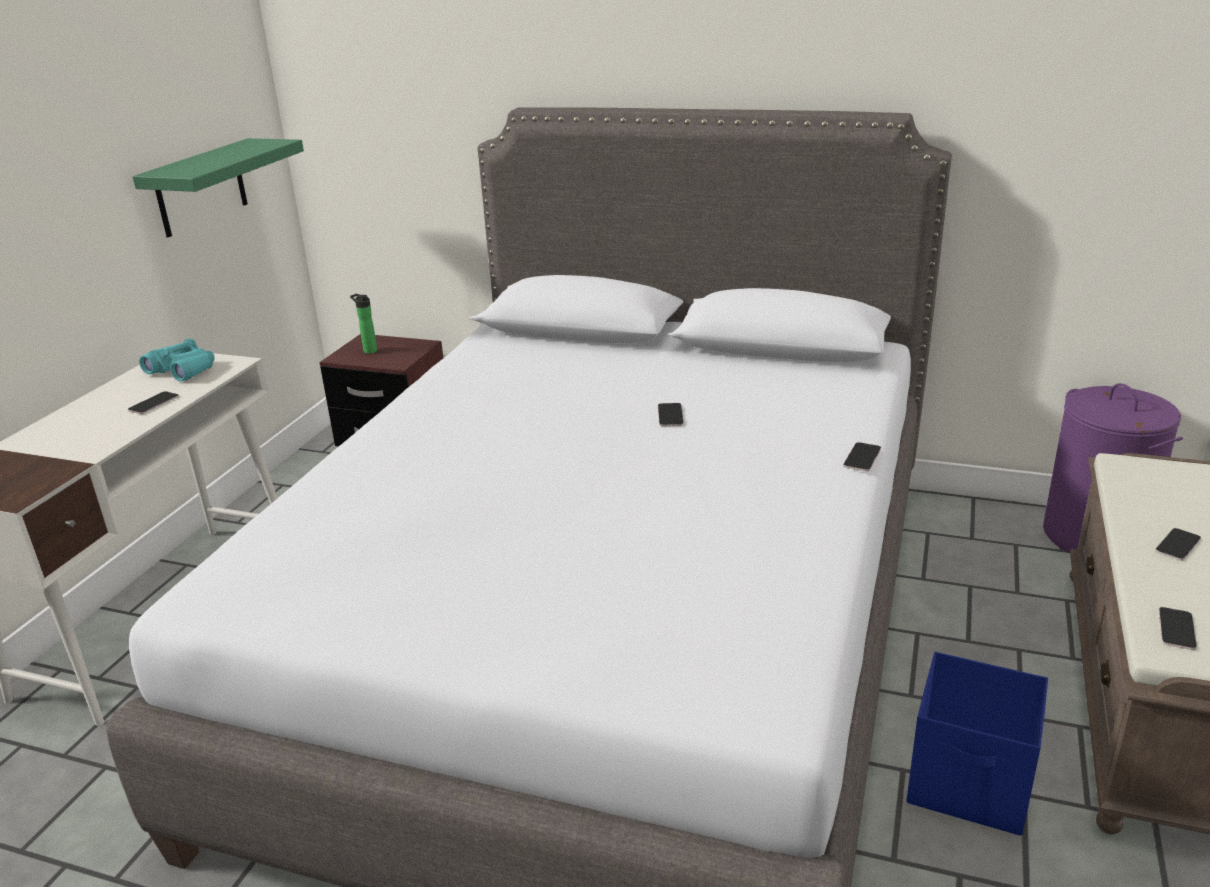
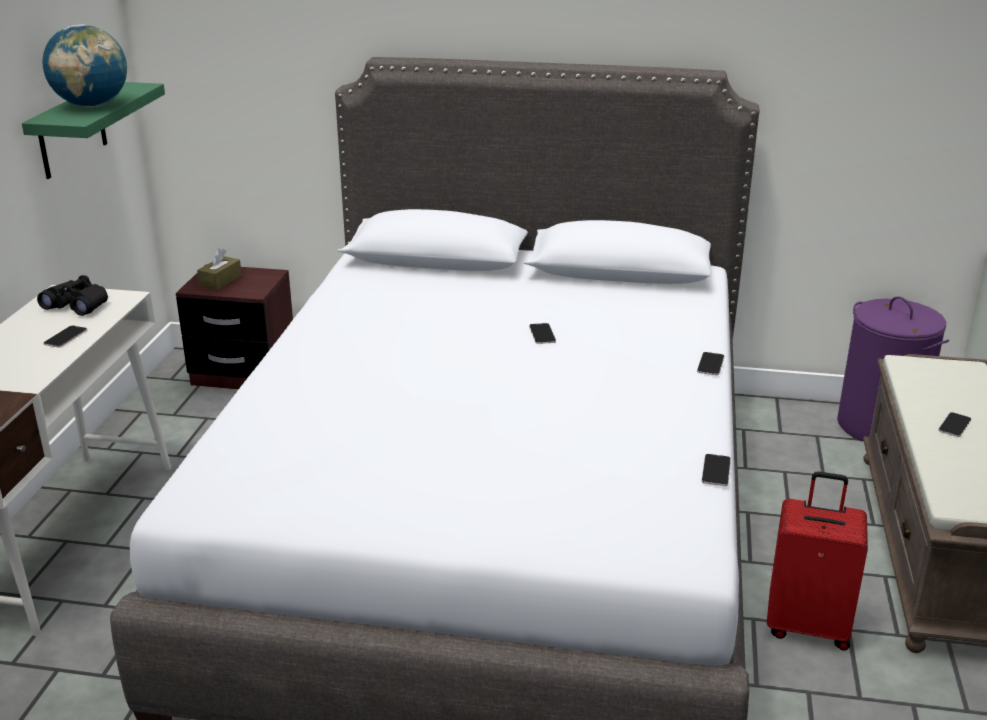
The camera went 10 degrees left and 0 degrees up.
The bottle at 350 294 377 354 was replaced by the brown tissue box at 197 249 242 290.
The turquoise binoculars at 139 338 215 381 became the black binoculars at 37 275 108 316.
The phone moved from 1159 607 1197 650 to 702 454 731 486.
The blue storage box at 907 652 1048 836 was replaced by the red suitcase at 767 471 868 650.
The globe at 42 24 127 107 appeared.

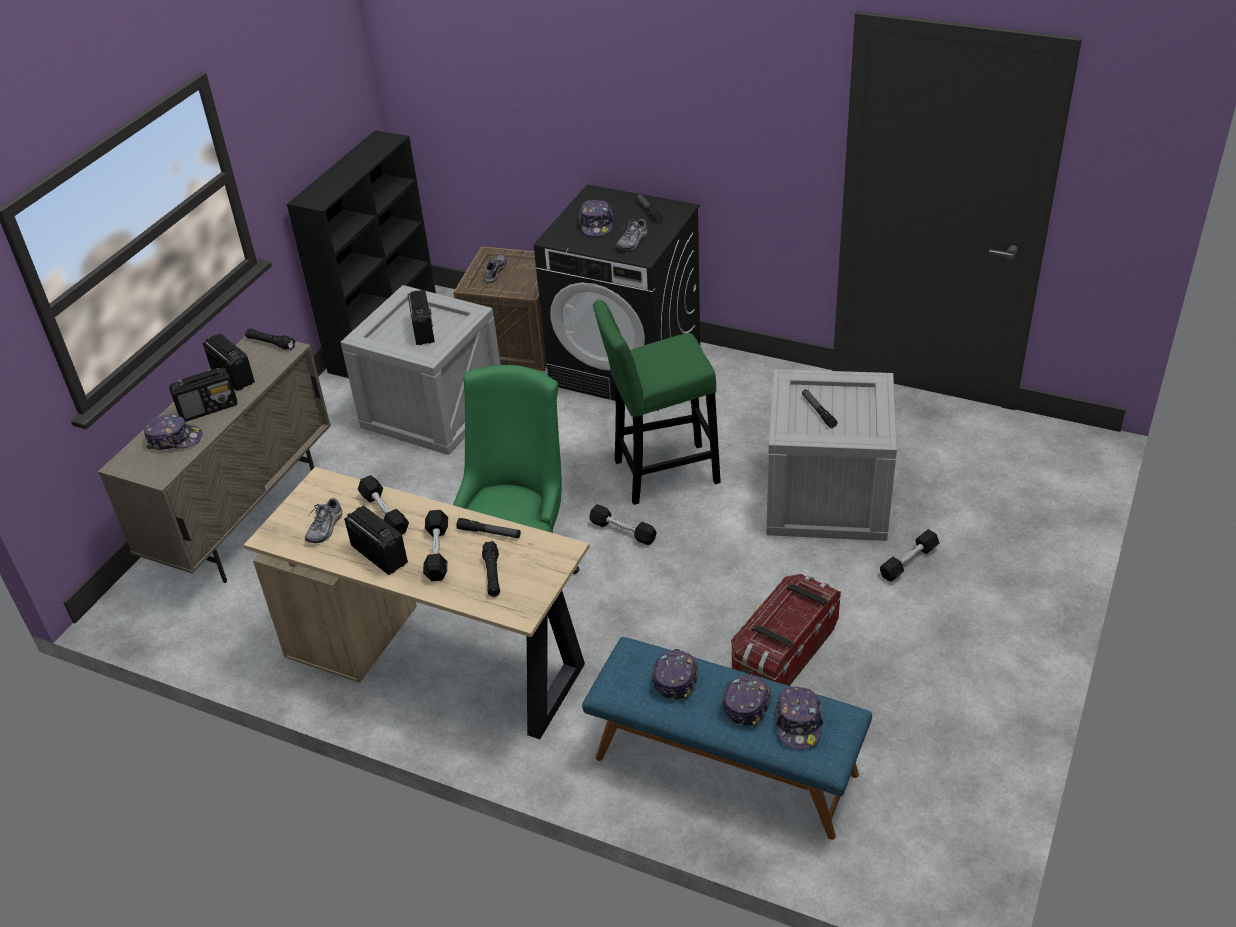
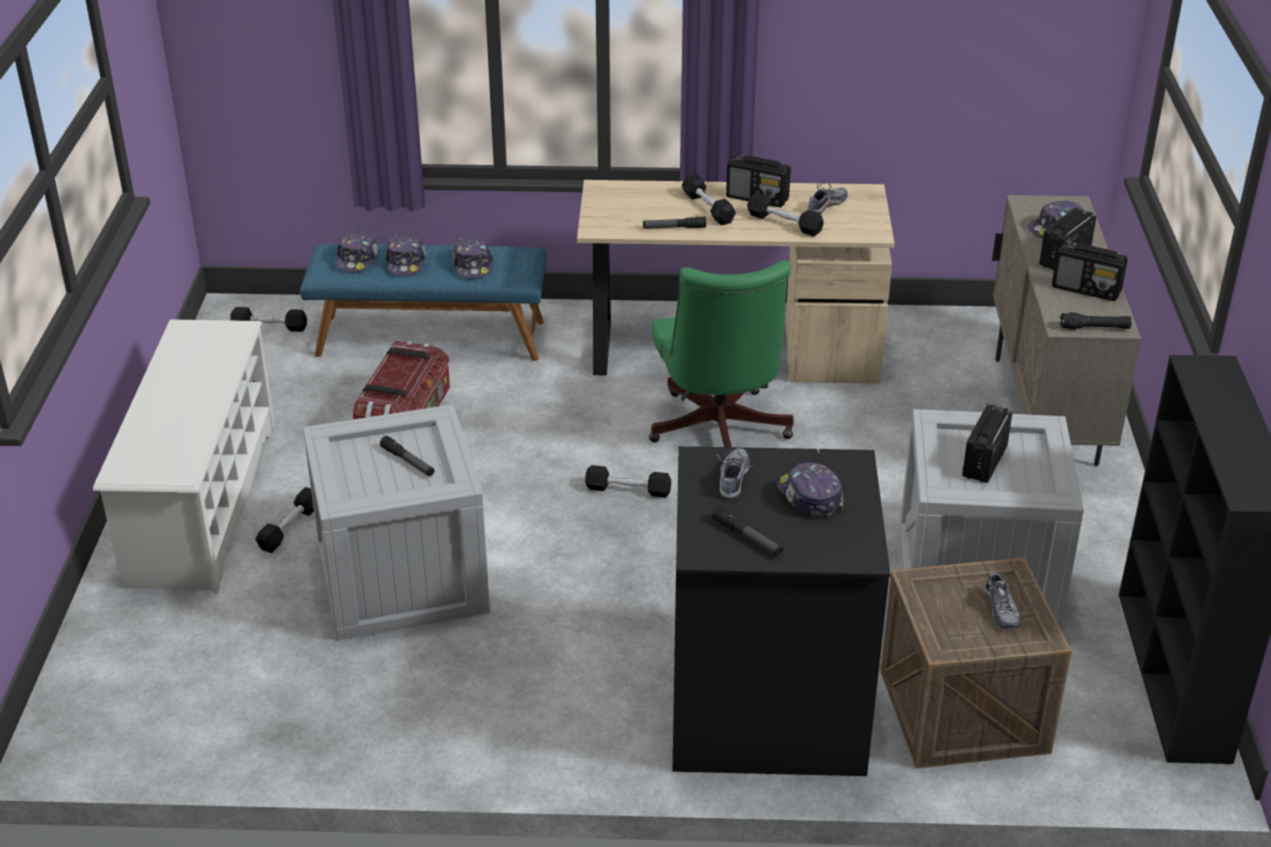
The camera went 155 degrees right and 5 degrees down.
The radio at 407 290 435 345 turned 60 degrees clockwise.
The green stool at 593 300 721 505 disappeared.
The shoe at 305 496 343 543 turned 45 degrees clockwise.
The black flashlight at 482 541 500 597 disappeared.
The cap at 775 687 824 750 turned 150 degrees counterclockwise.
The black dumbbell at 231 307 307 332 appeared.
The white shoe rack at 93 319 275 594 appeared.

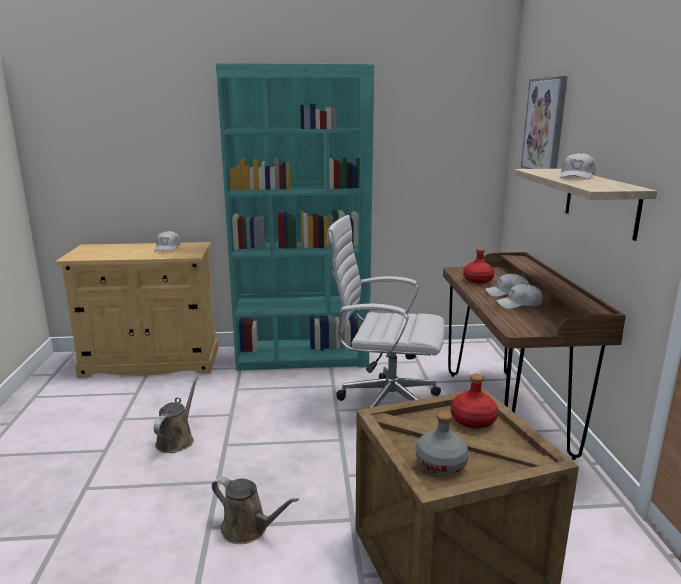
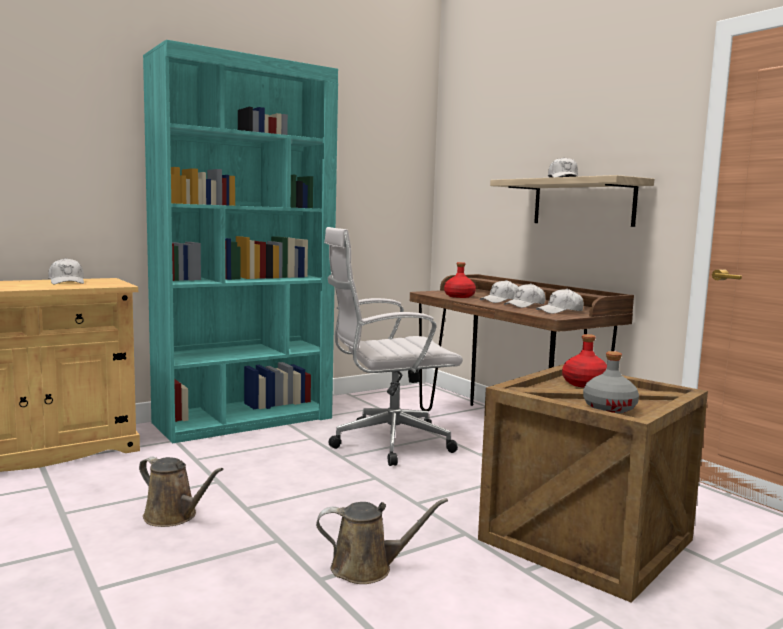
The camera went 30 degrees left and 10 degrees down.
The picture at 521 76 568 169 disappeared.
The brown watering can at 154 377 199 453 turned 135 degrees clockwise.
The white cap at 536 288 584 314 appeared.

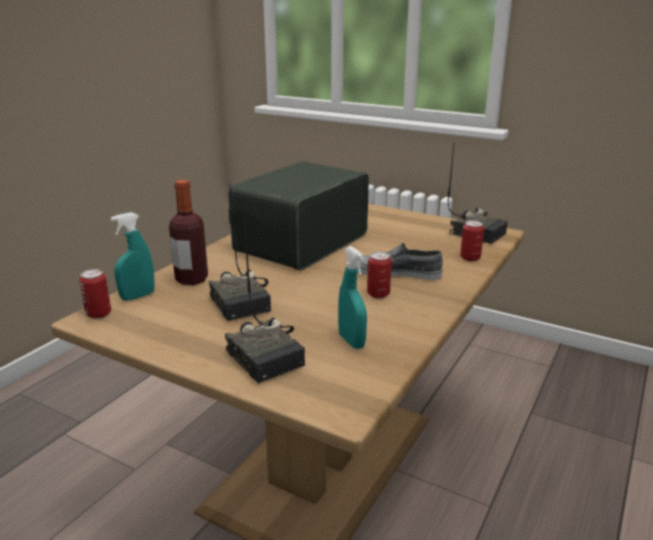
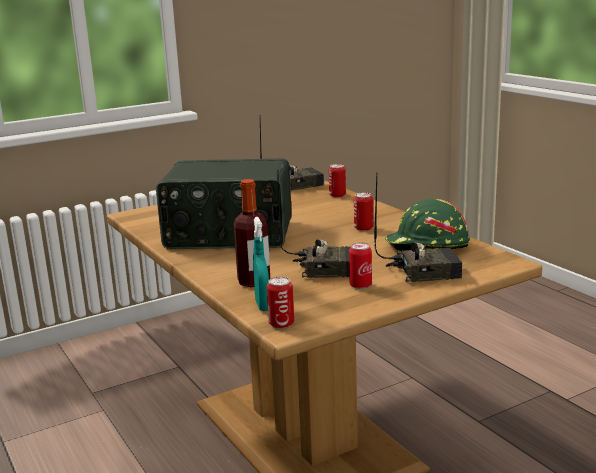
The camera went 60 degrees left and 5 degrees down.
The radio at 228 161 369 271 turned 60 degrees counterclockwise.
The grey shoe at 356 243 443 280 disappeared.
The turquoise spray bottle at 338 246 367 349 was replaced by the green hard hat at 385 199 470 252.
The can at 349 243 372 289 appeared.

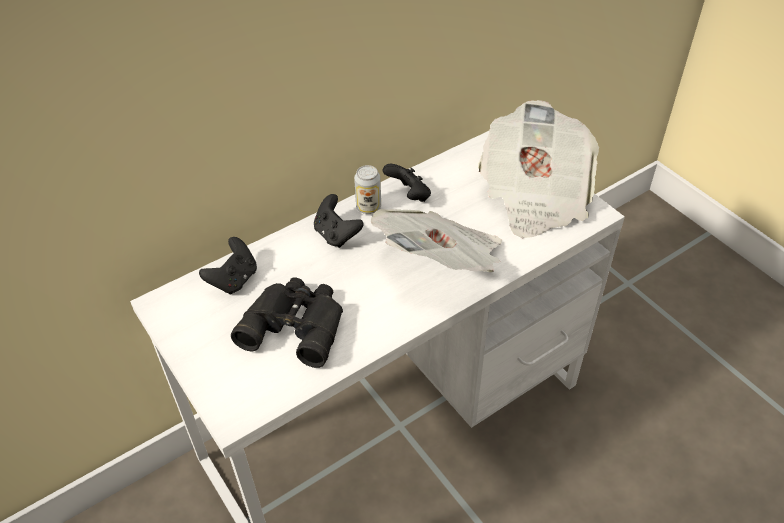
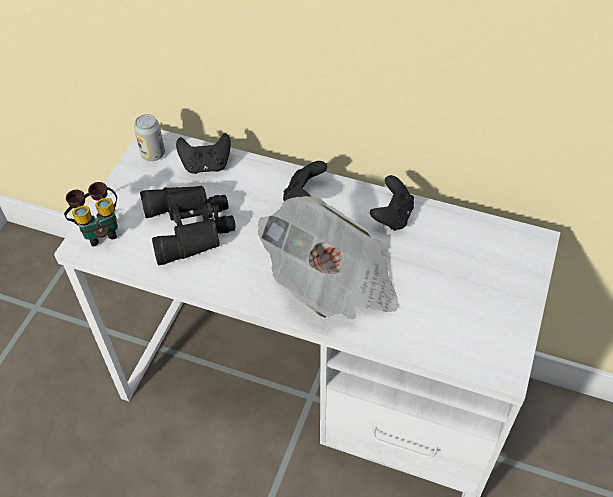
The camera went 55 degrees right and 5 degrees up.
The newspaper at 478 100 599 238 disappeared.
The can moved from 354 165 381 214 to 134 114 165 161.
The binoculars at 64 182 118 247 appeared.

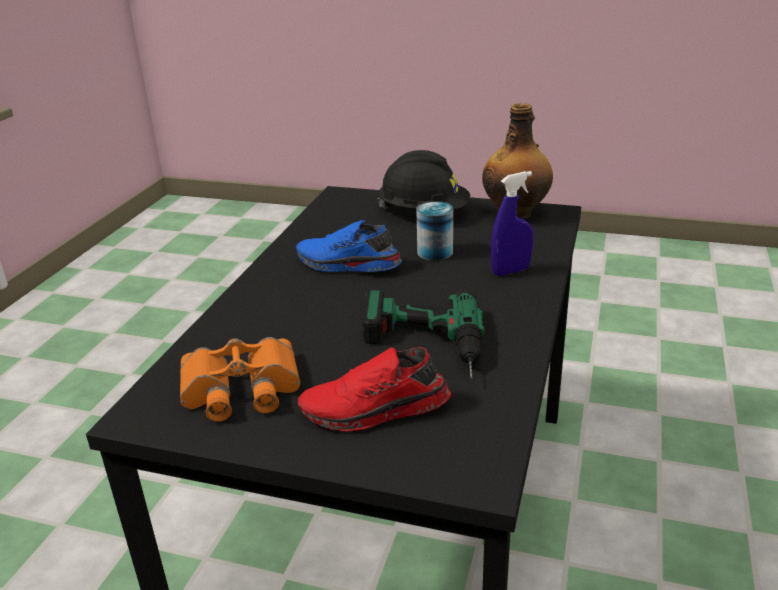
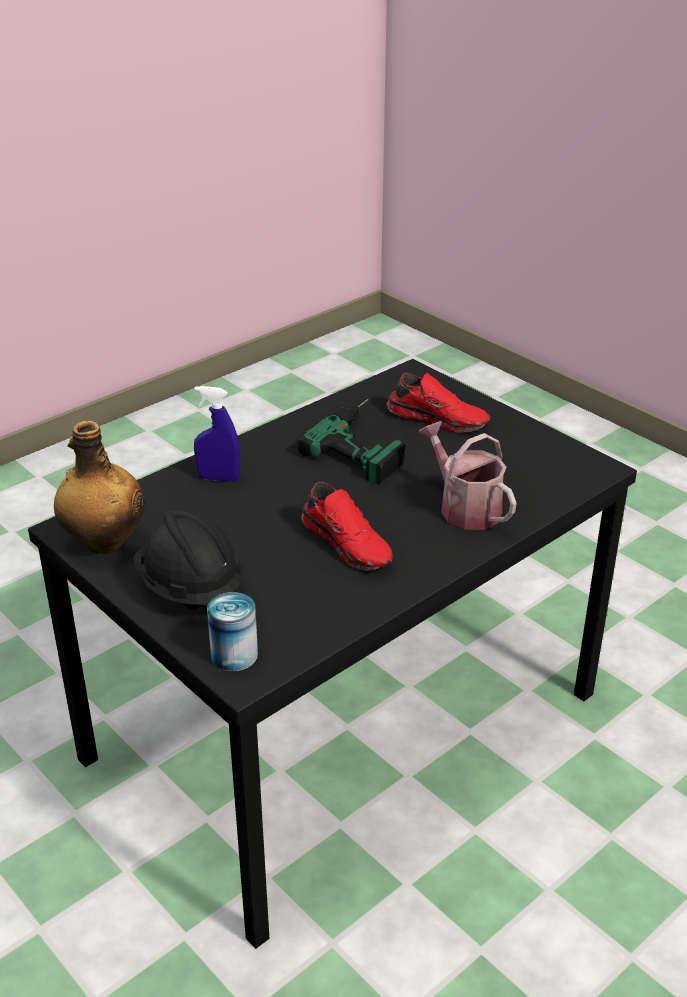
The camera went 150 degrees left and 5 degrees up.
The can moved from 416 201 453 261 to 207 592 258 672.
The blue shoe at 296 220 402 272 became the red shoe at 302 482 393 570.
The orange binoculars at 180 337 300 422 disappeared.
The watering can at 418 421 517 530 appeared.

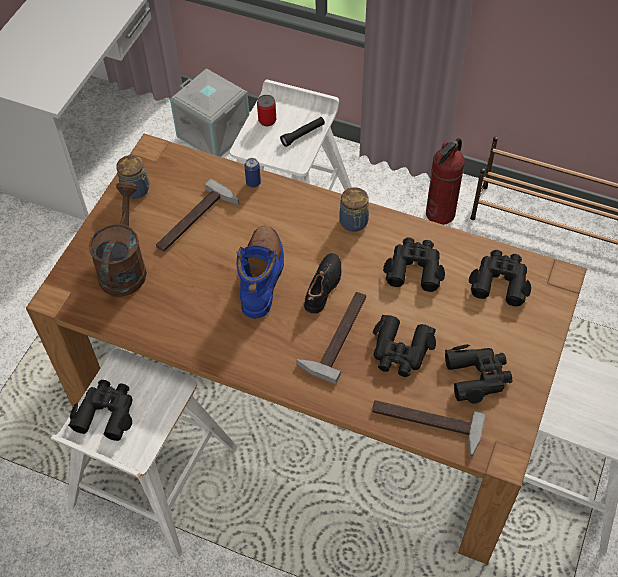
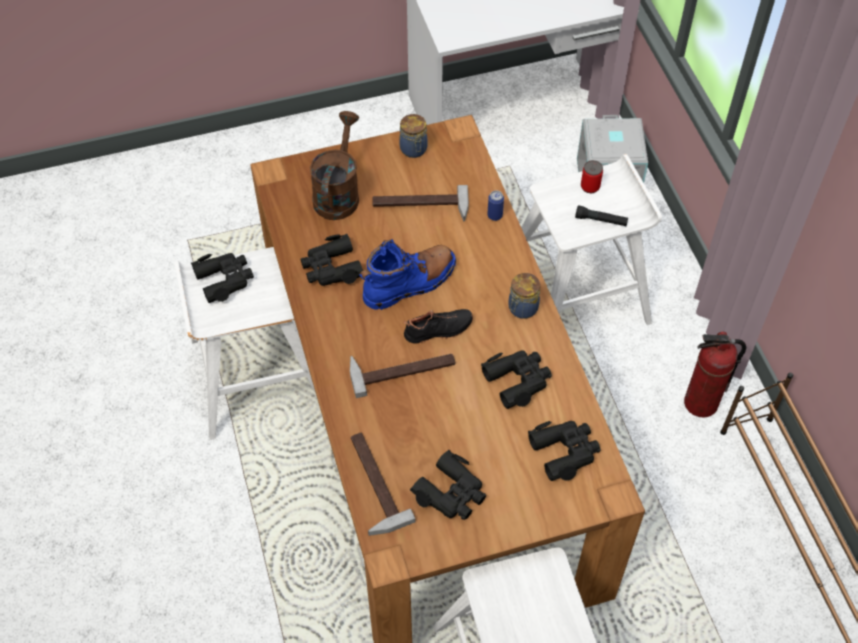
The camera went 50 degrees right and 0 degrees up.
The brown watering can at 89 182 147 297 turned 45 degrees counterclockwise.
The black binoculars moved from 373 315 436 377 to 301 234 363 286.

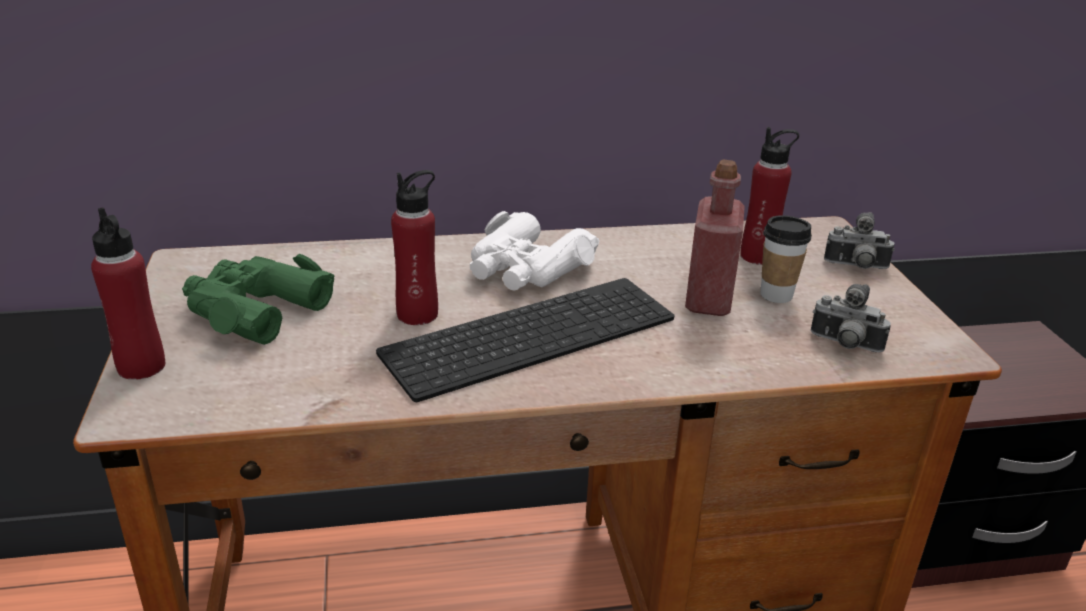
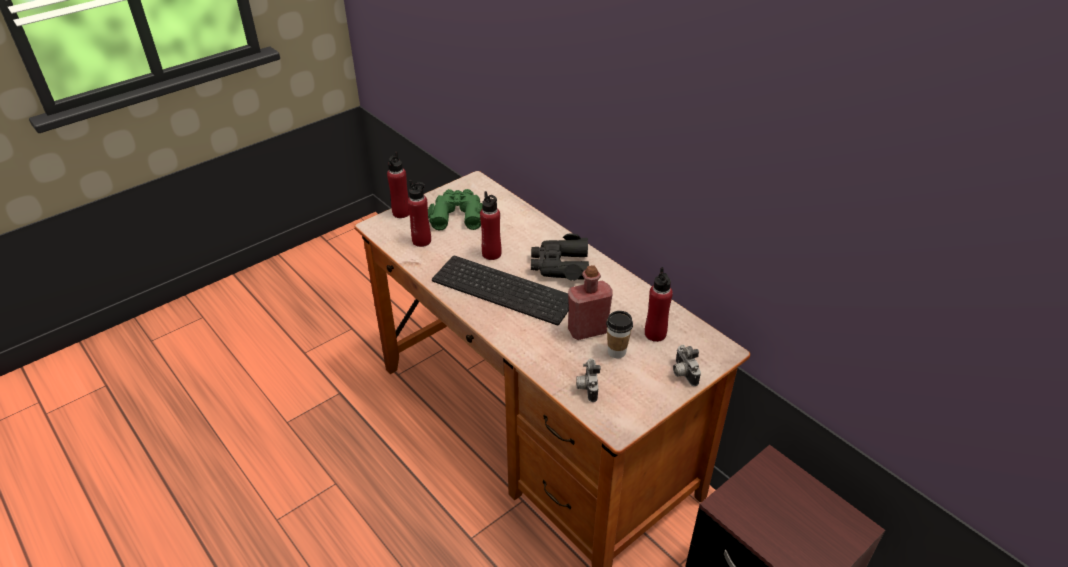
The camera went 60 degrees right and 10 degrees up.
The white binoculars at 470 211 600 291 became the black binoculars at 531 233 589 281.
The red bottle at 407 180 431 247 appeared.

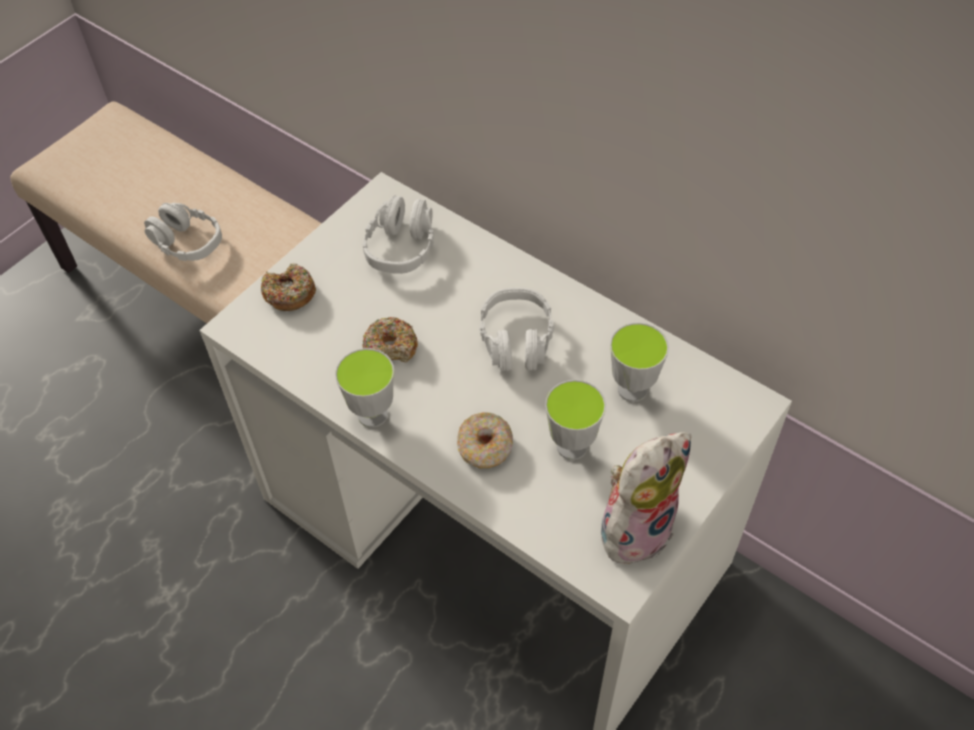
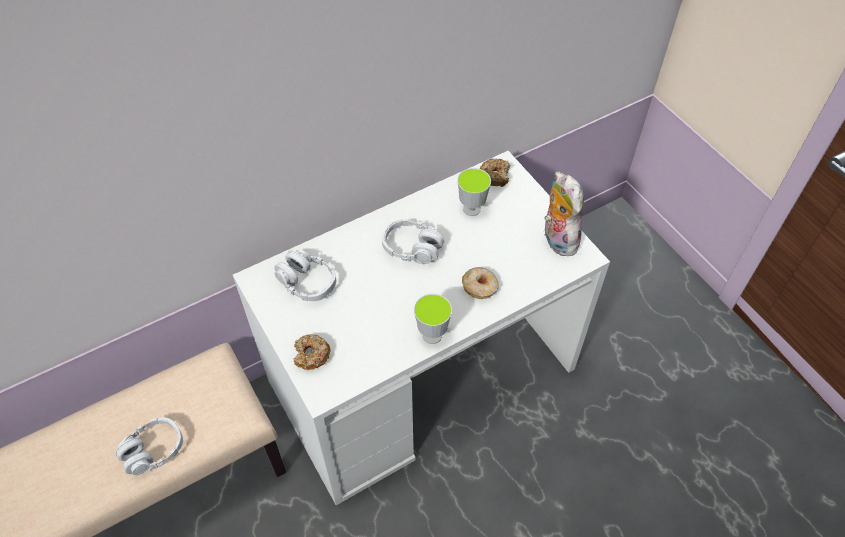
The camera went 70 degrees left and 0 degrees up.
The donut moved from 362 317 418 363 to 480 159 510 187.
The cup at 545 380 606 460 disappeared.

